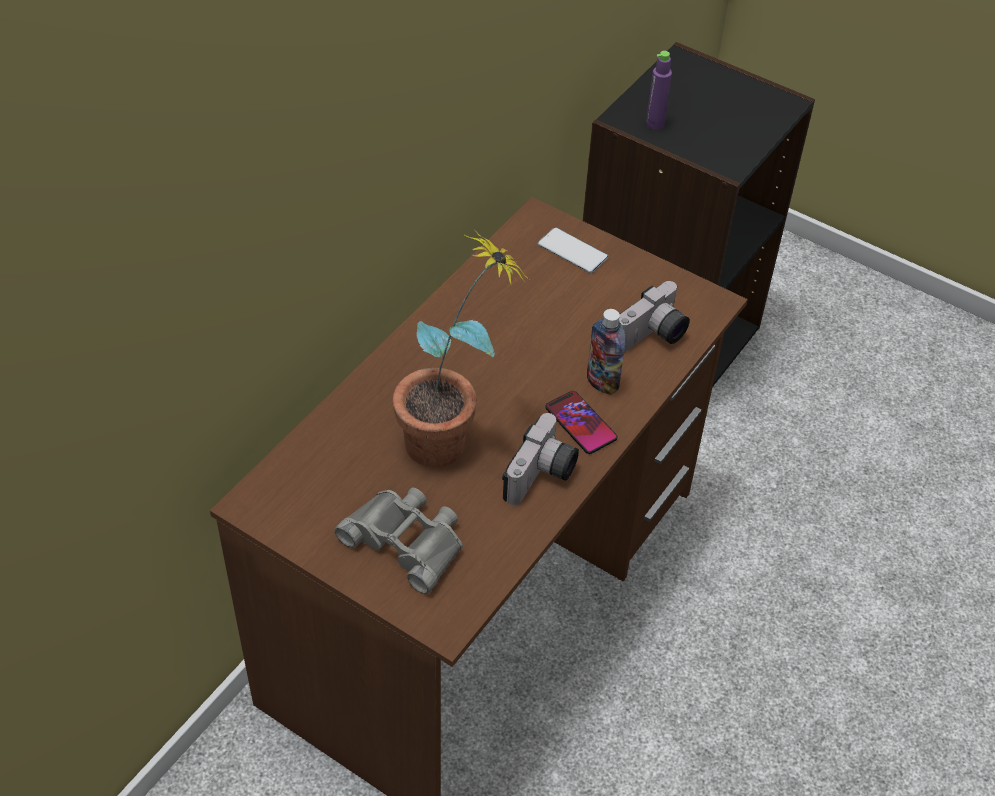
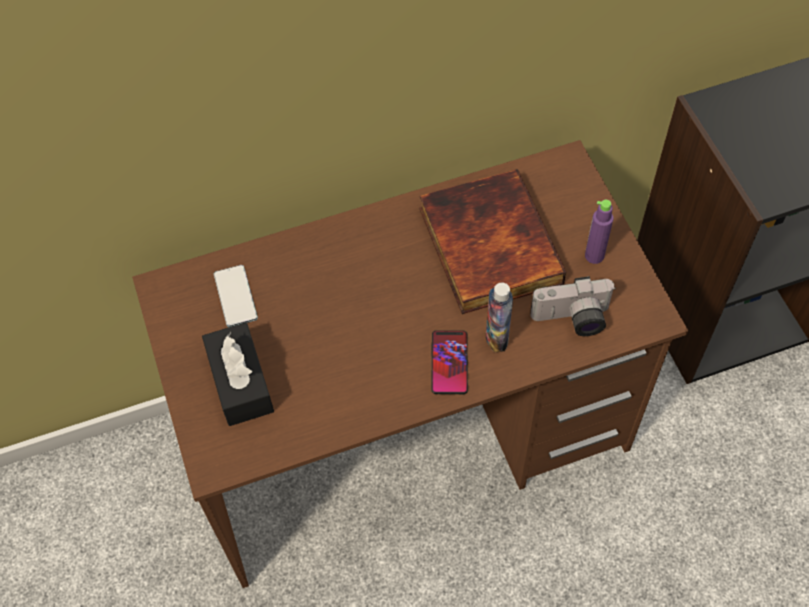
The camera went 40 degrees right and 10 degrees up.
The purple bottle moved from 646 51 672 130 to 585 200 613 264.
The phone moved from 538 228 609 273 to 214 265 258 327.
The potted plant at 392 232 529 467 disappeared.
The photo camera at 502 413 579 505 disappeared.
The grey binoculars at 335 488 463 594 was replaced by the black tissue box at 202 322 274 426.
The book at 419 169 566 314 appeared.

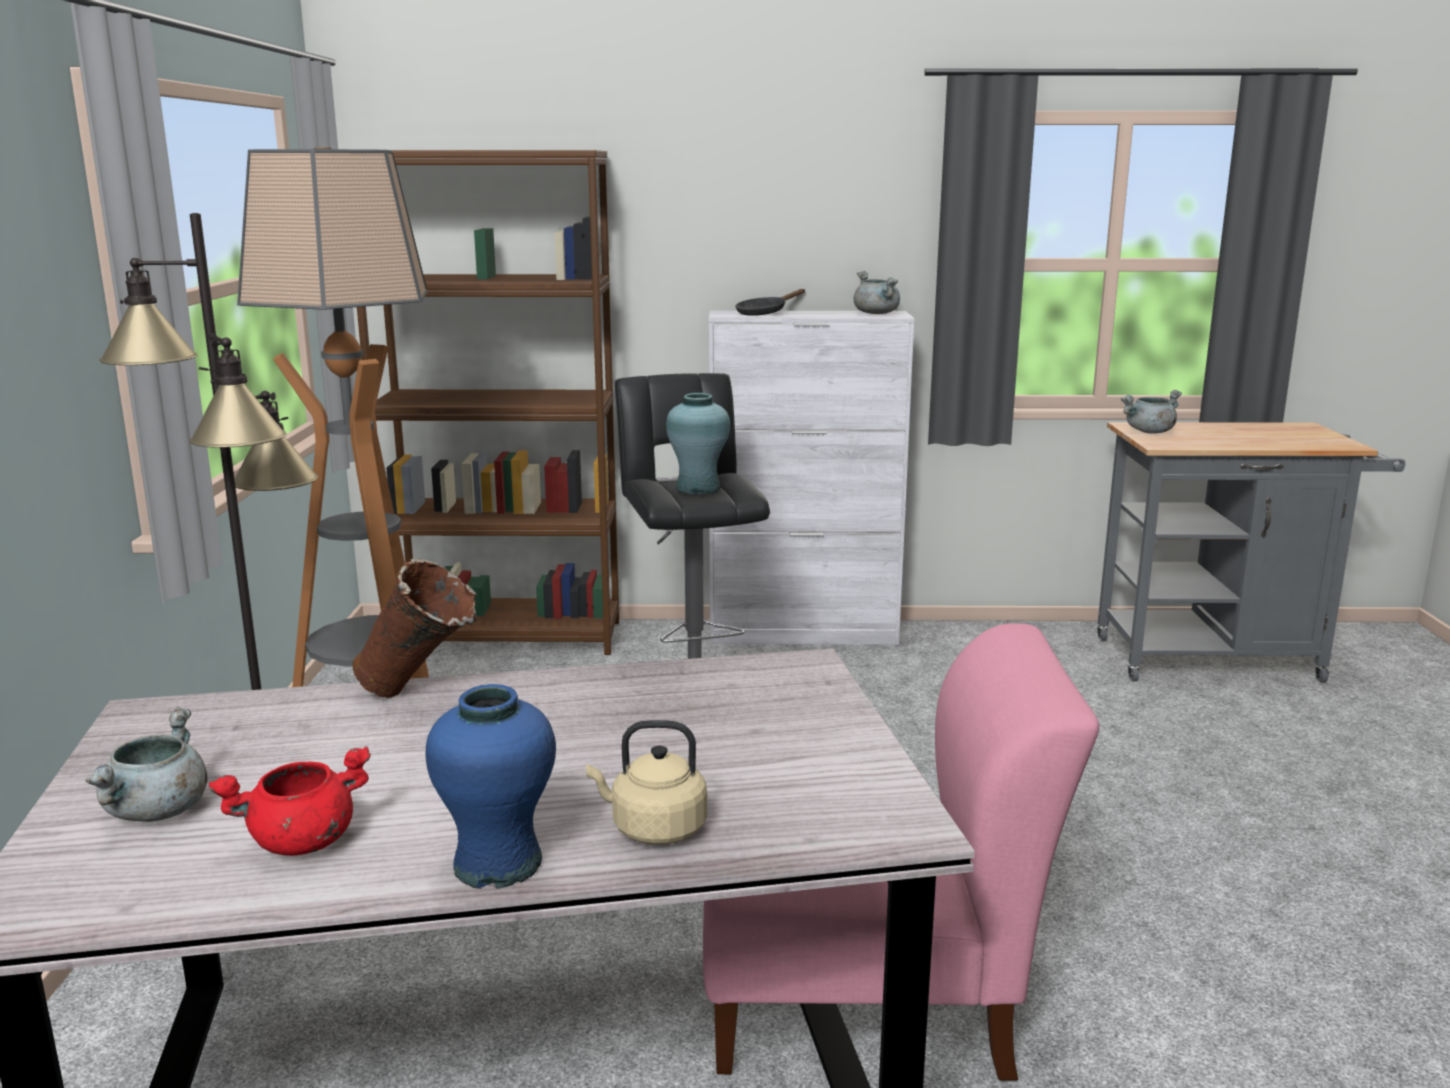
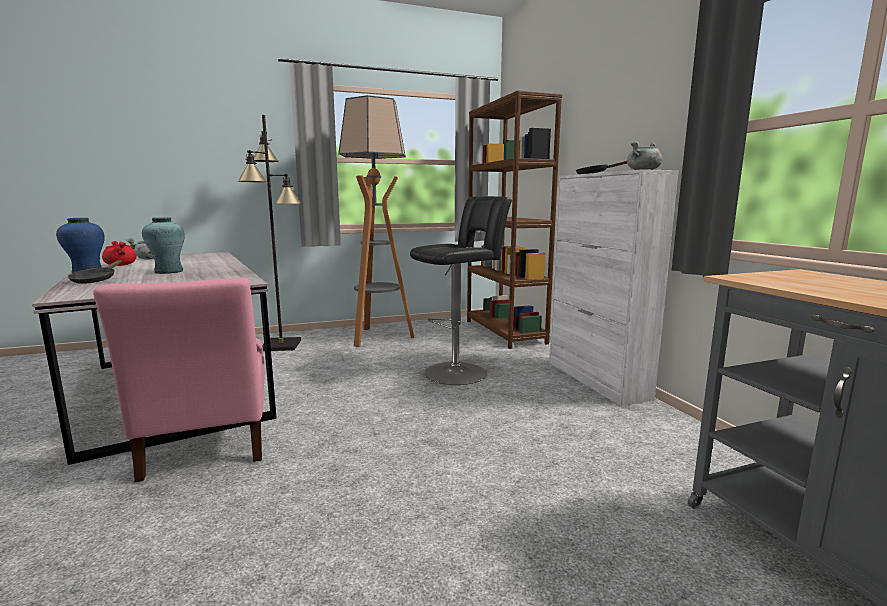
The camera went 70 degrees right and 5 degrees down.
The grey cooking pot at 1121 390 1182 434 disappeared.
The turquoise vase moved from 666 393 730 495 to 142 217 185 274.
The brown vase at 353 559 477 698 disappeared.
The beige kettle at 586 720 707 845 was replaced by the black frying pan at 68 260 123 284.

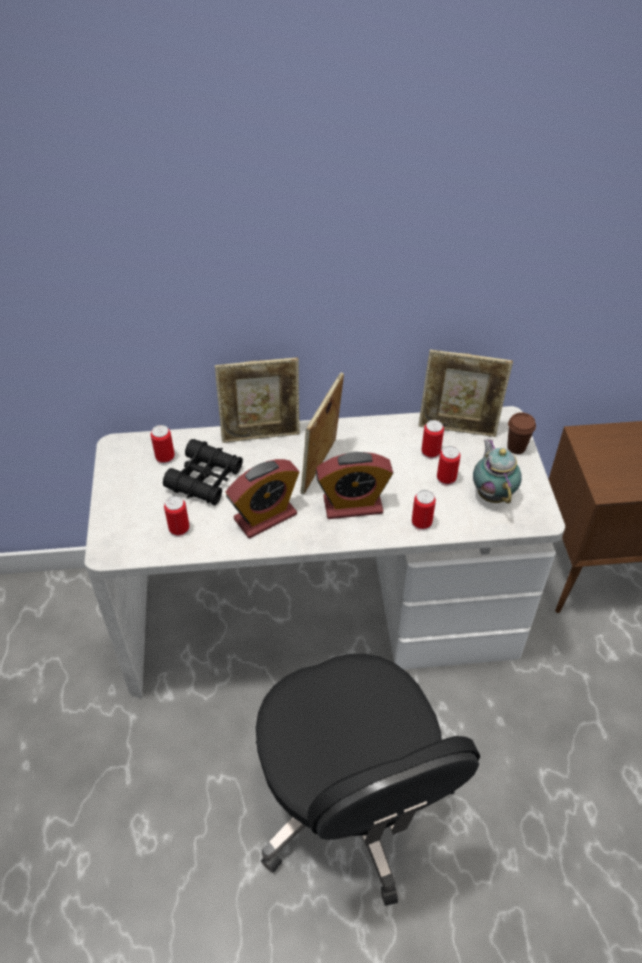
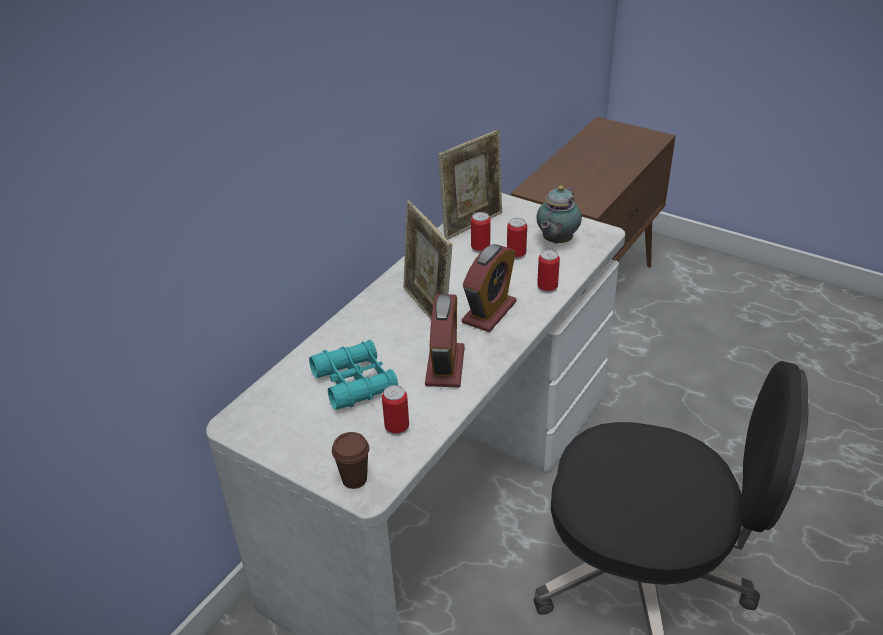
The camera went 50 degrees left and 10 degrees down.
The picture frame at 215 357 300 443 disappeared.
The brown cup moved from 507 412 536 454 to 332 432 369 489.
The can at 151 425 175 464 disappeared.
The black binoculars at 163 439 243 506 became the turquoise binoculars at 309 340 399 410.
The teapot at 473 439 522 503 turned 90 degrees counterclockwise.

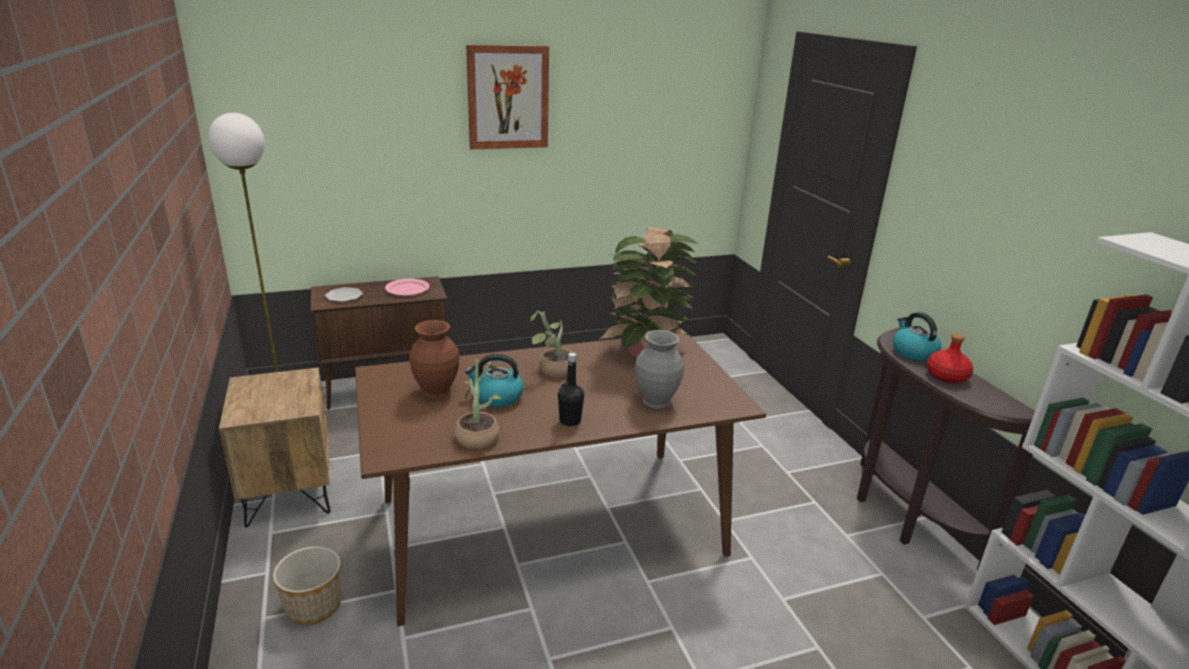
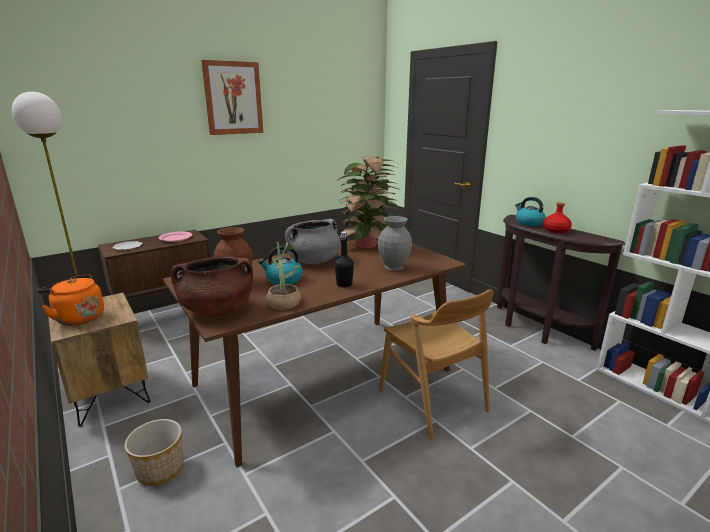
The camera went 15 degrees left and 5 degrees down.
The potted plant at 530 311 577 377 was replaced by the grey cooking pot at 285 219 340 264.
The brown cooking pot at 171 257 253 316 appeared.
The orange kettle at 37 274 104 326 appeared.
The brown chair at 379 289 494 440 appeared.

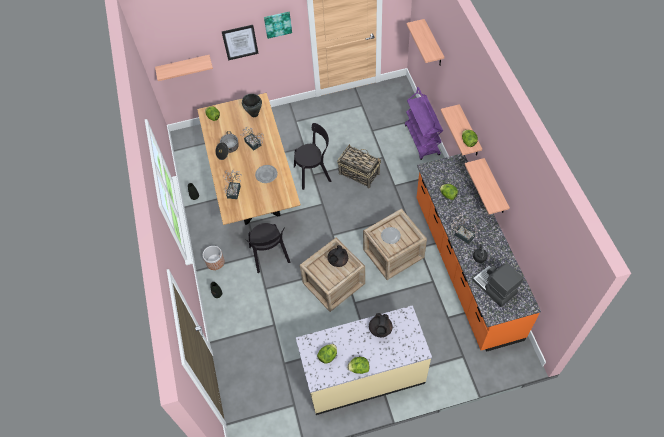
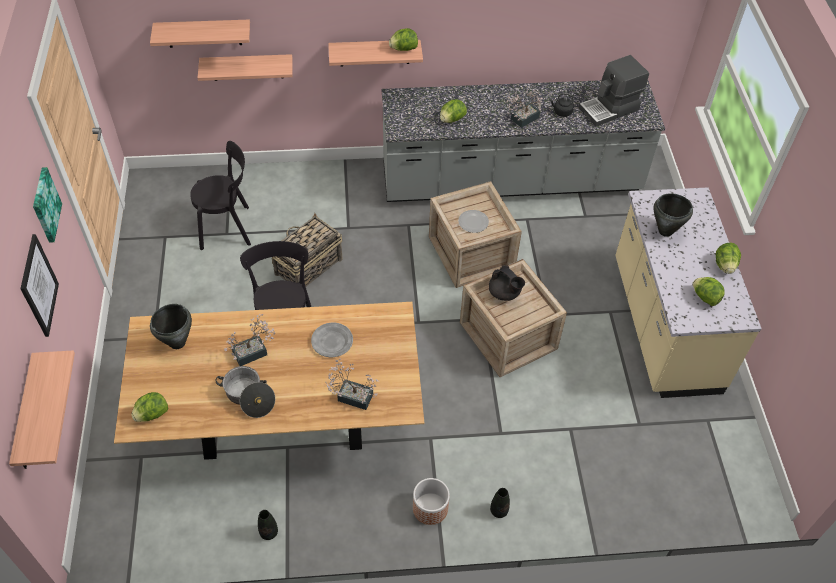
The camera went 85 degrees left and 5 degrees down.
The purple cart at 405 87 443 160 disappeared.
The orange counter at 416 154 541 352 became the grey counter at 381 80 665 202.
The shelf moved from 465 158 510 214 to 198 54 292 81.
The black chair moved from 246 223 290 273 to 190 141 251 250.
The black teapot at 369 313 393 337 was replaced by the black cooking pot at 653 193 693 237.

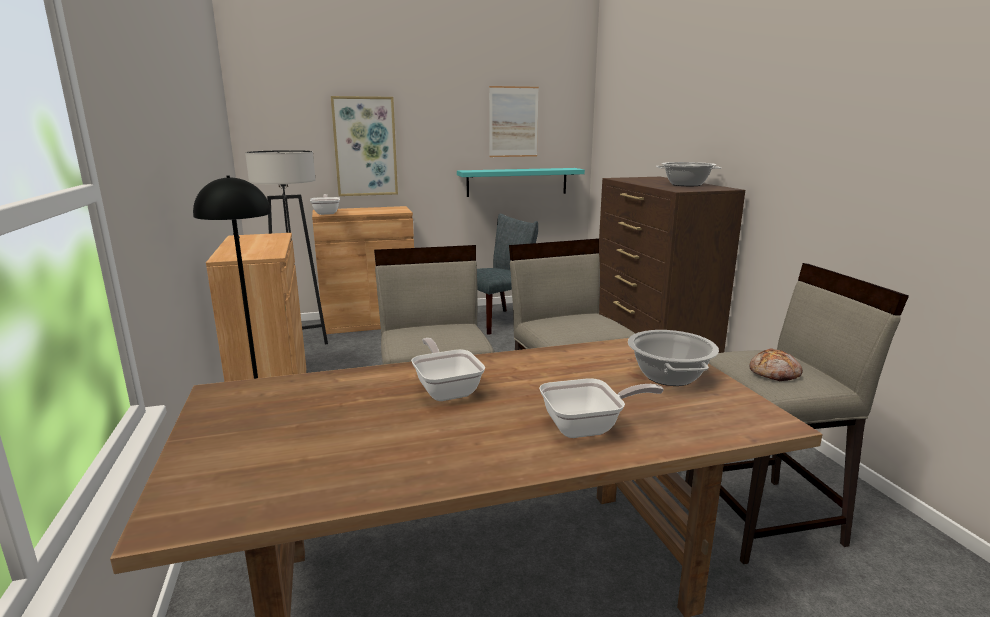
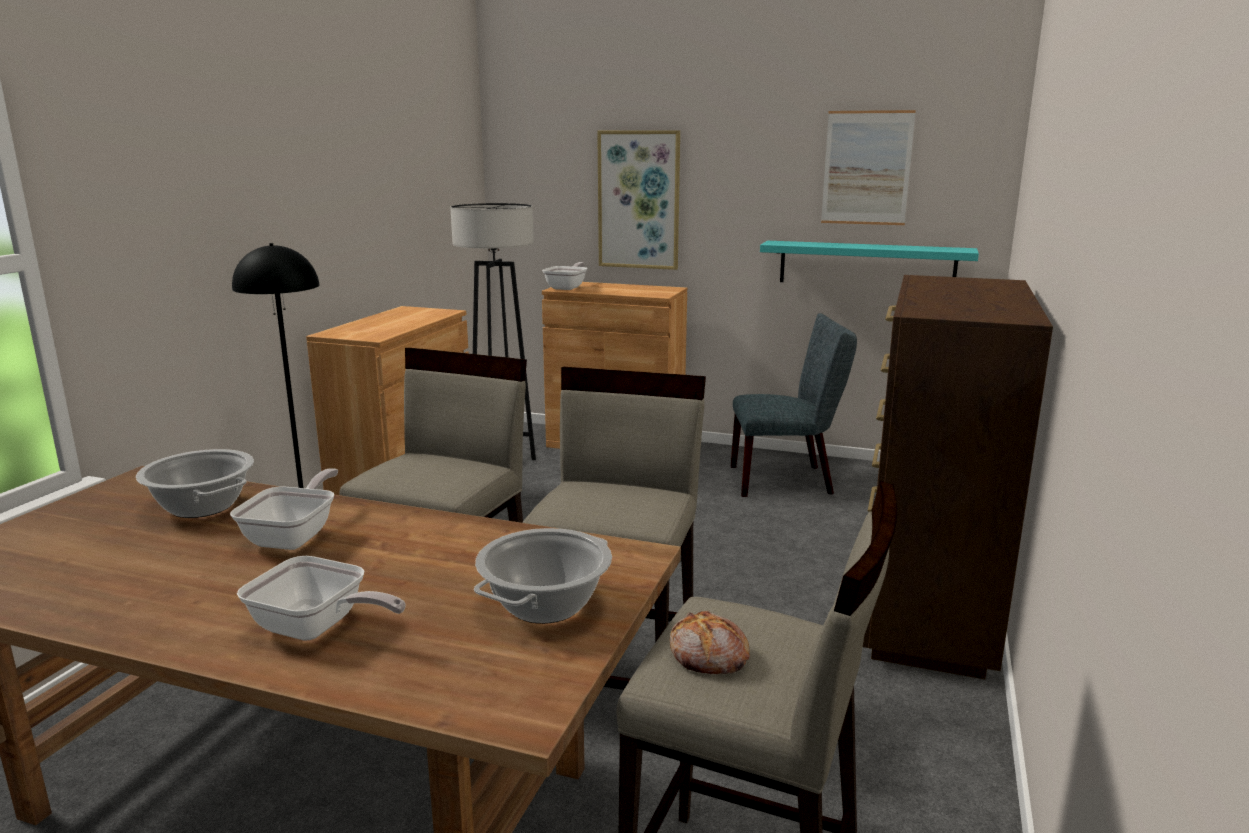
The camera went 35 degrees right and 0 degrees up.
The cooking pot moved from 656 162 721 186 to 136 449 254 518.

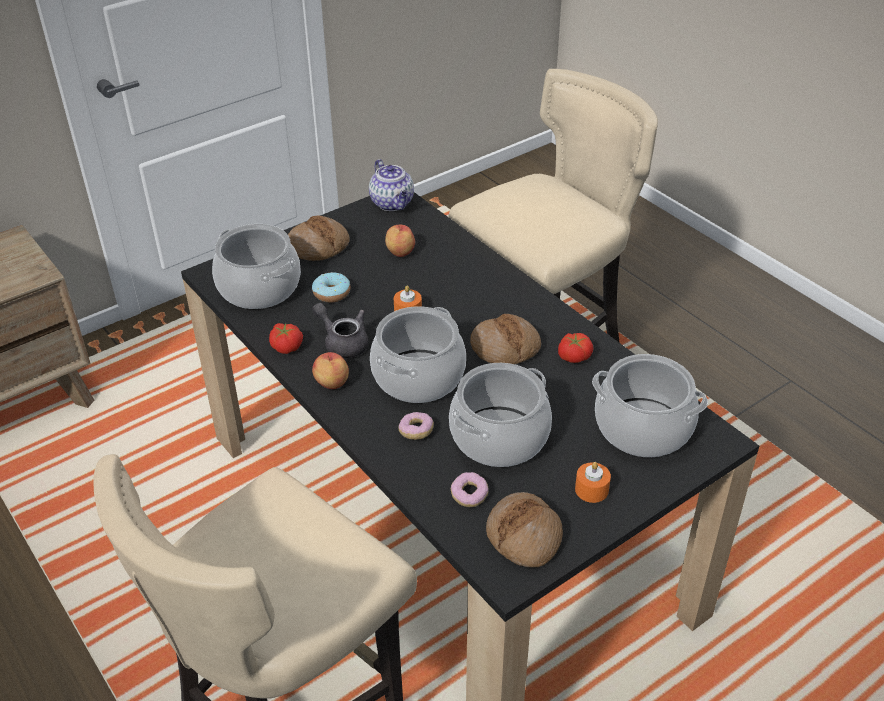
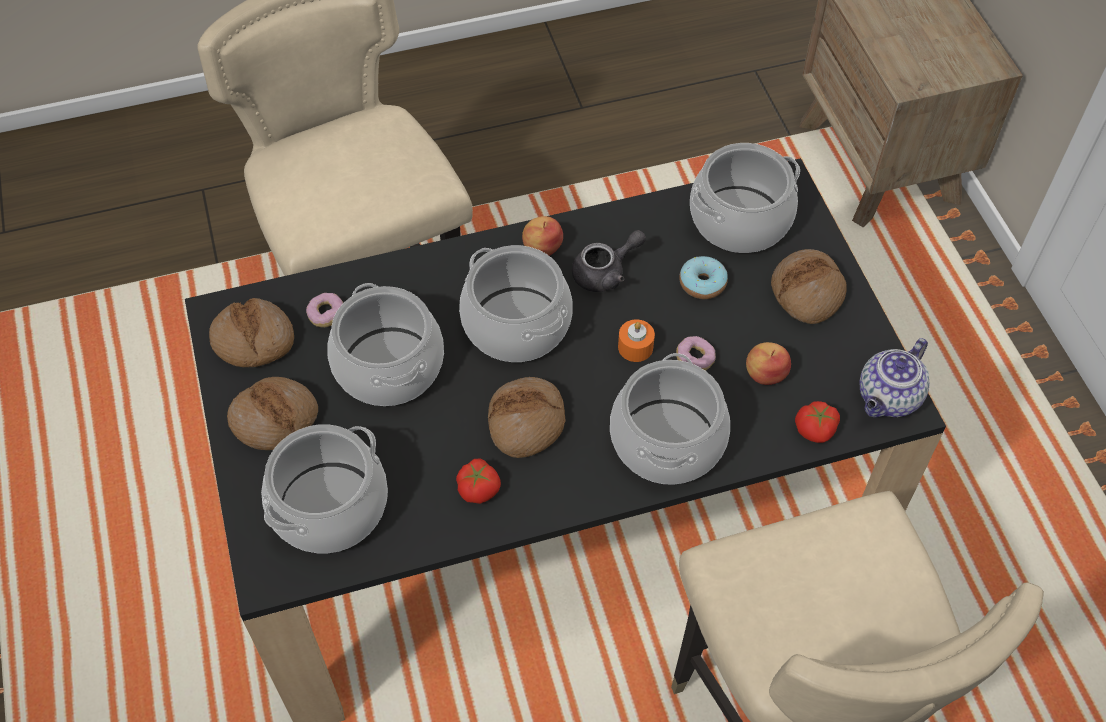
The camera went 110 degrees right and 15 degrees up.
The teapot at 369 159 414 211 turned 45 degrees counterclockwise.
The tomato moved from 269 323 303 354 to 795 401 840 443.
The donut moved from 398 412 434 440 to 676 336 716 371.
The orange candle at 575 462 611 503 was replaced by the bread at 227 377 318 450.
The cooking pot at 610 353 730 485 appeared.

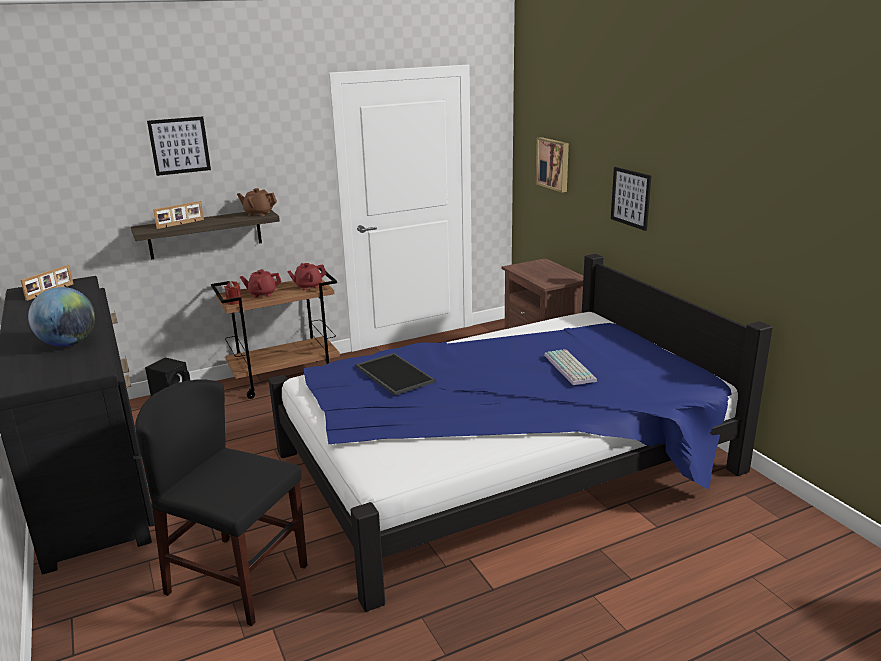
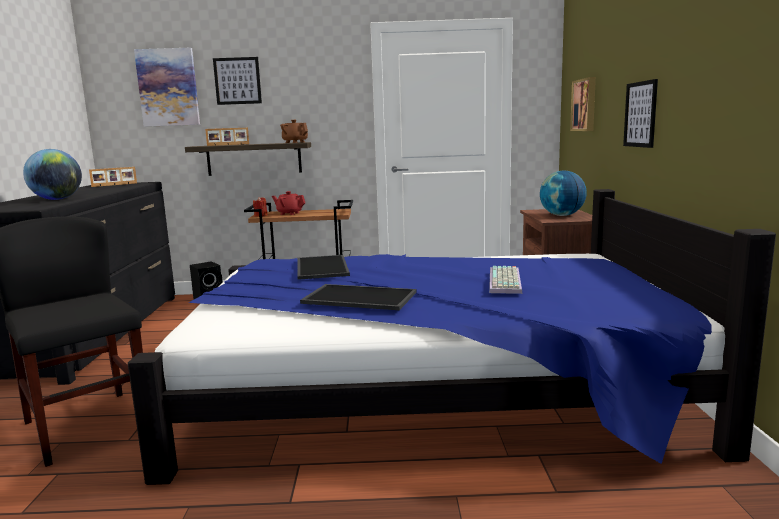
The camera went 25 degrees right and 10 degrees down.
The red teapot at 287 263 326 290 disappeared.
The picture at 134 48 200 127 appeared.
The globe at 540 171 587 216 appeared.
The tray at 300 284 417 310 appeared.

